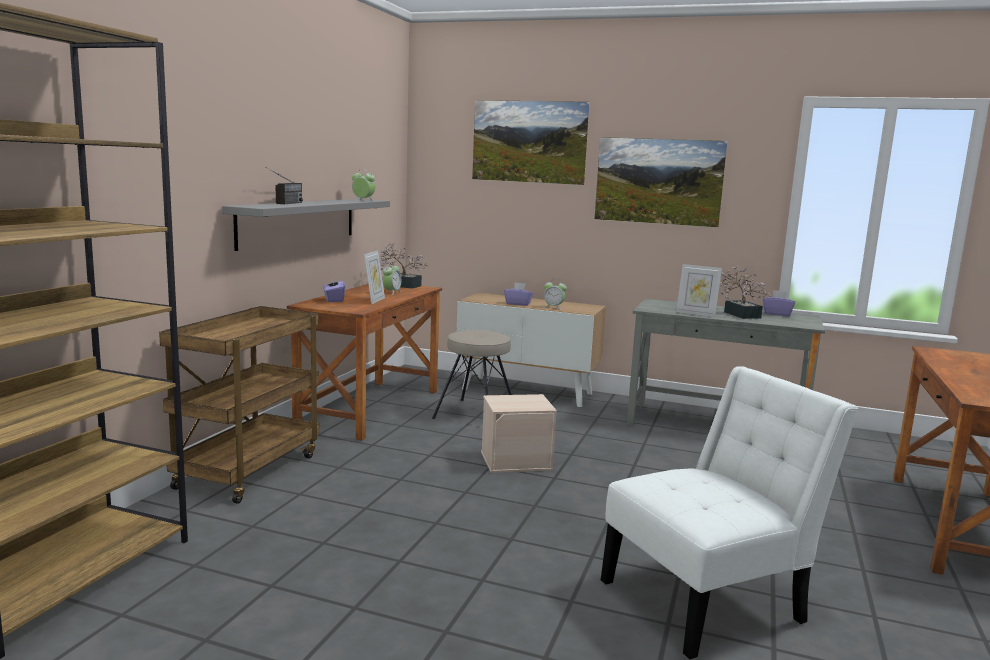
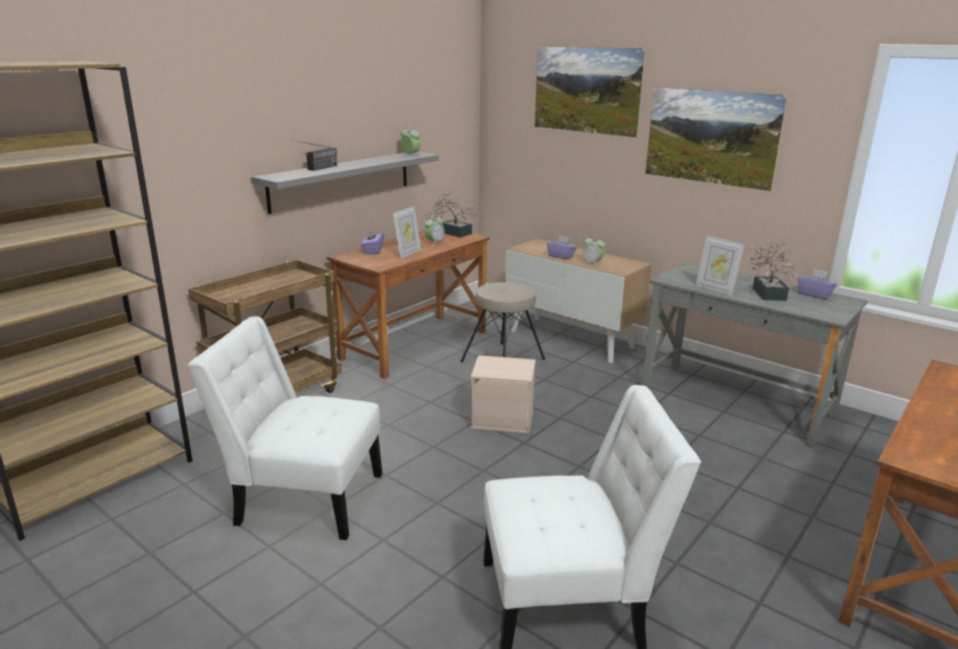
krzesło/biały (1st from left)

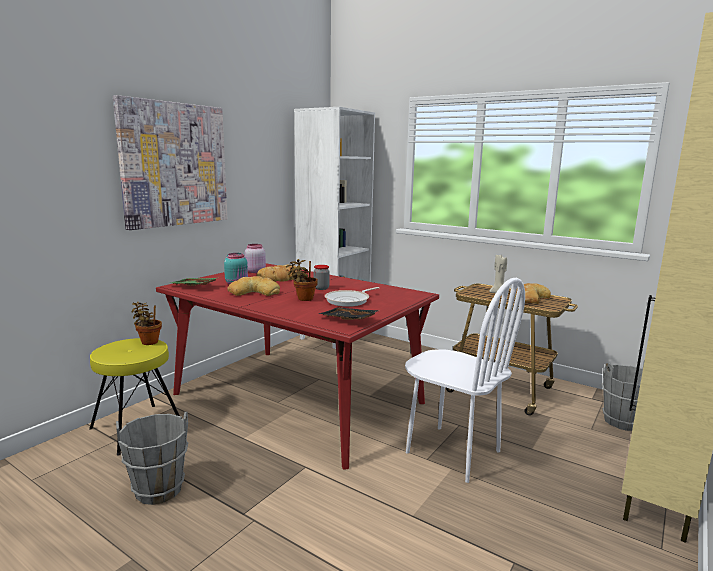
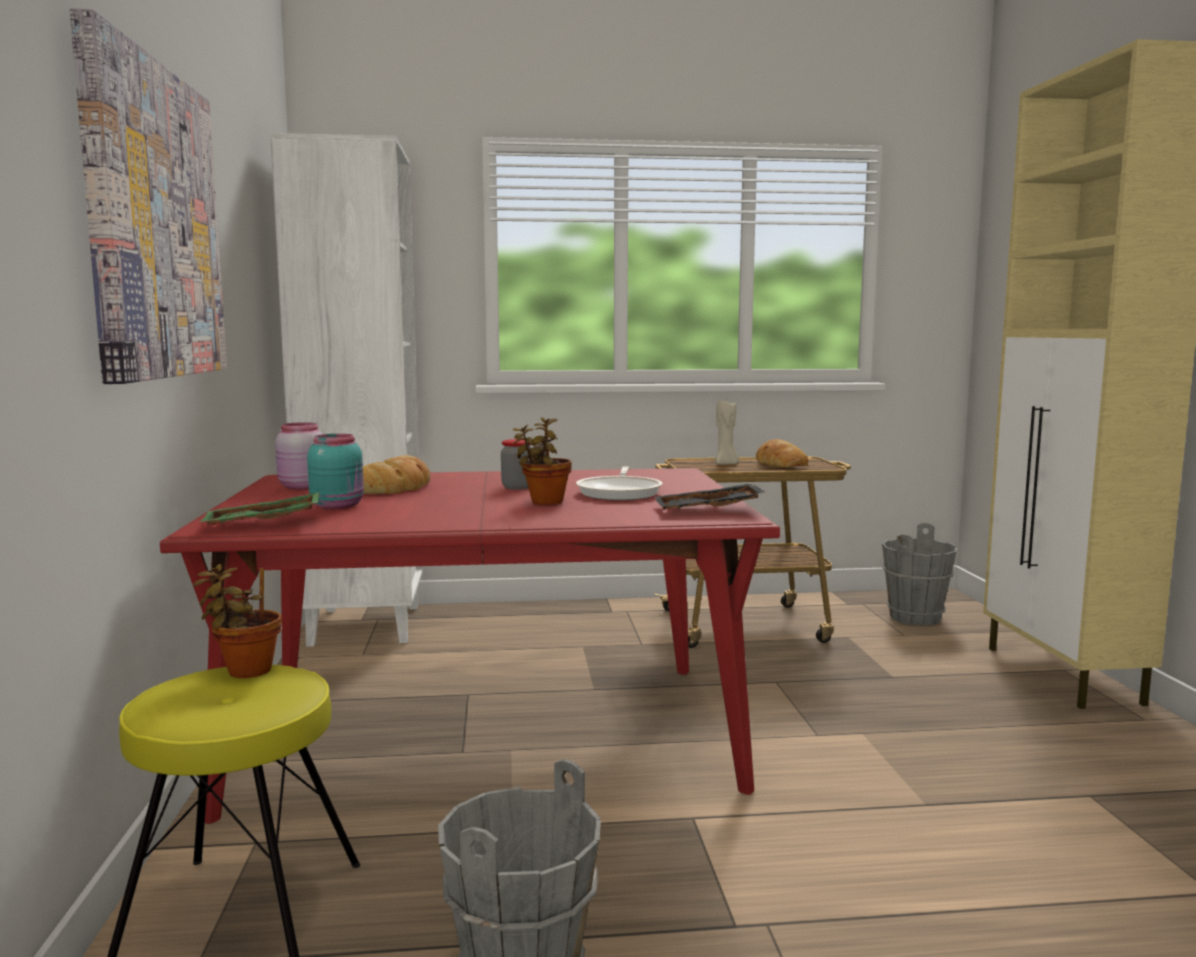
chleb (1st from left in the first image)
krzesło/biały

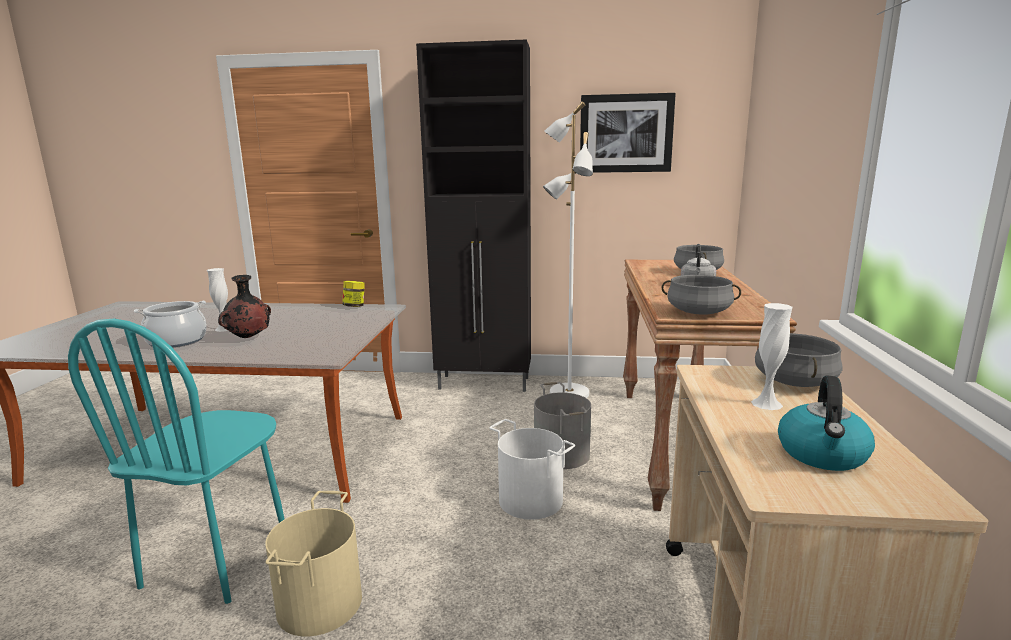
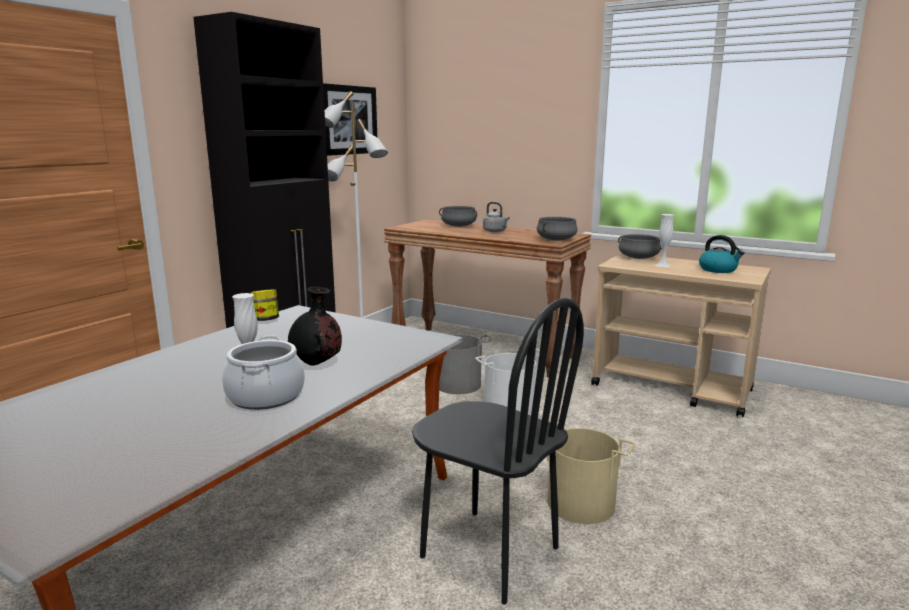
krzesło/czarny

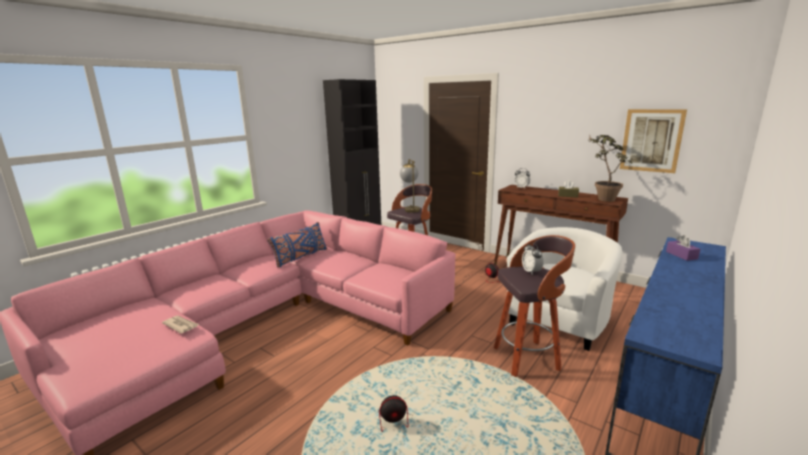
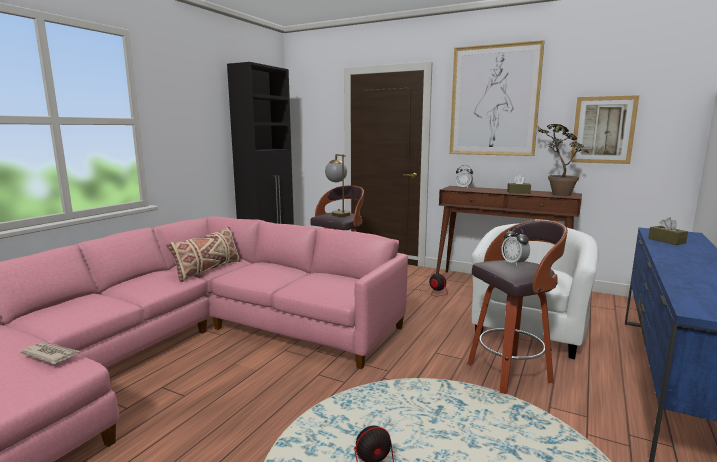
poduszka/beżowy
pudełko chusteczek/brązowy (2nd from left)
obraz (1st from left)

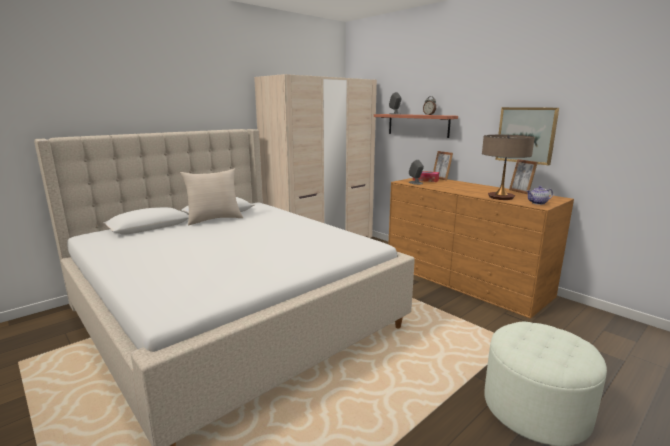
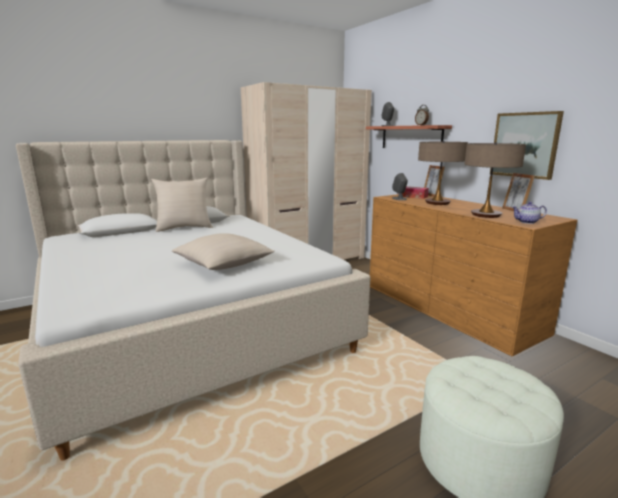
poduszka/beżowy (2nd from left)
lampa stołowa (1st from left)

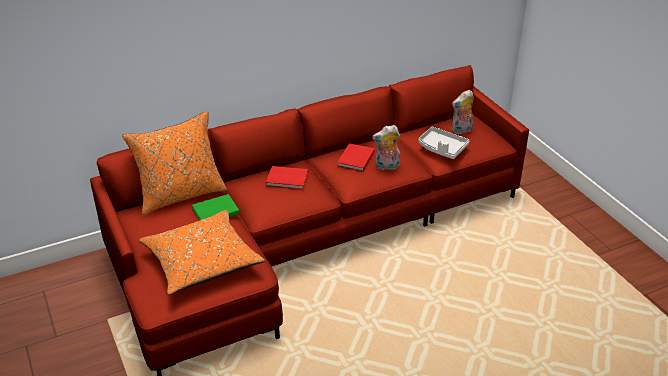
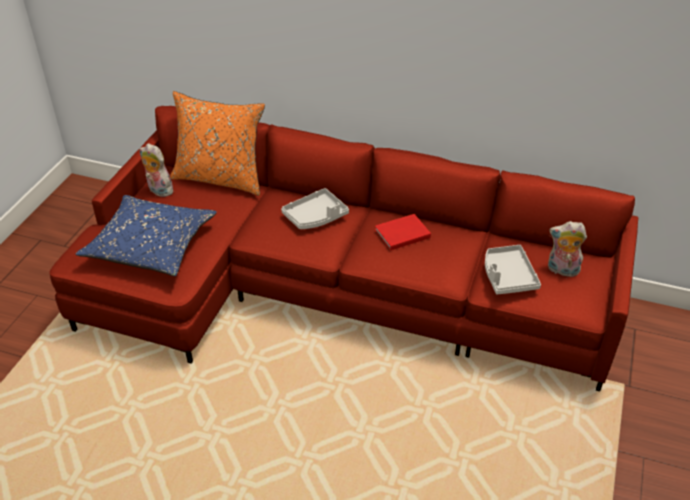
poduszka/niebieski
książka/zielony
taca/szary (1st from left)
pluszak (1st from left)

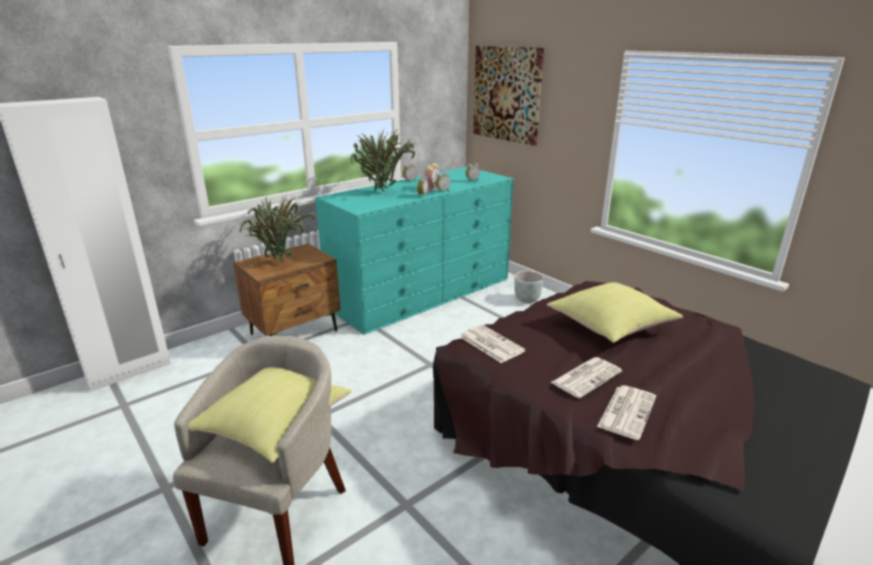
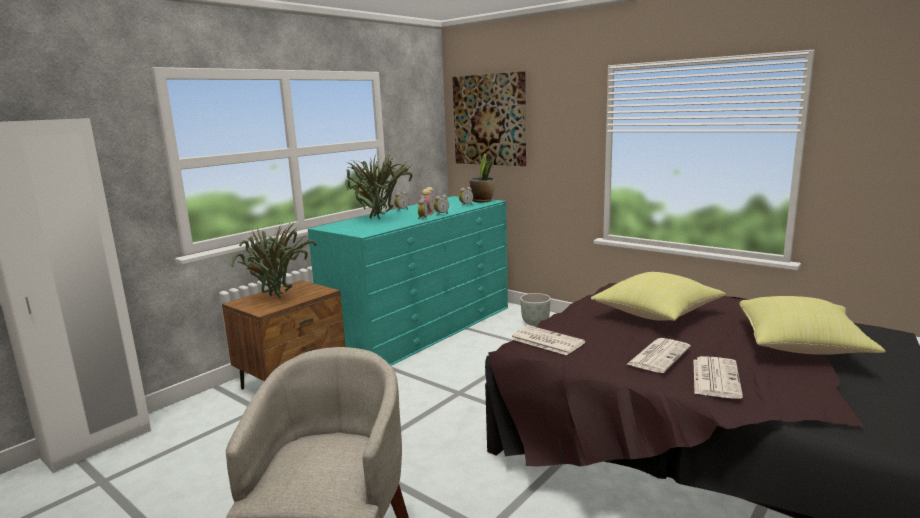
poduszka/żółty (2nd from left)
roślina doniczkowa (3rd from left)

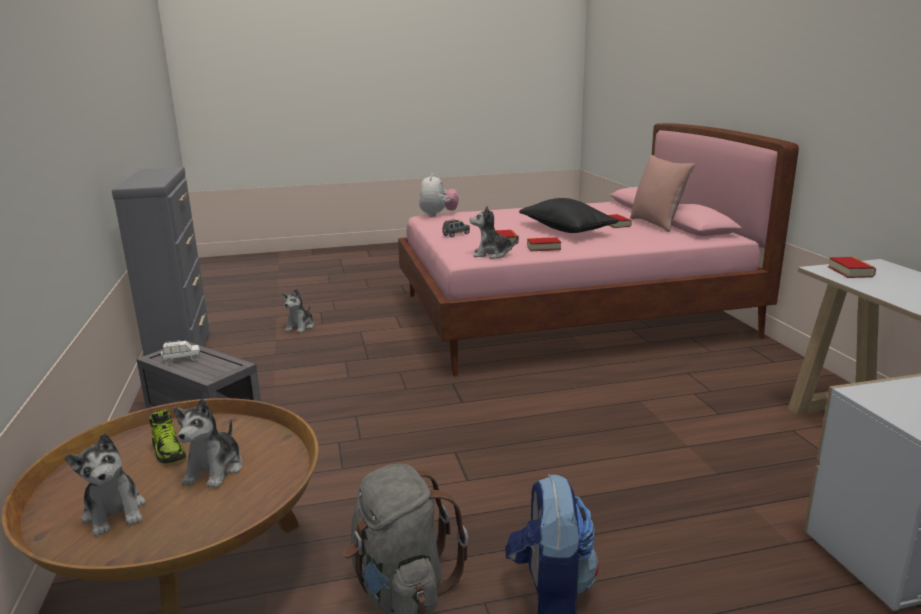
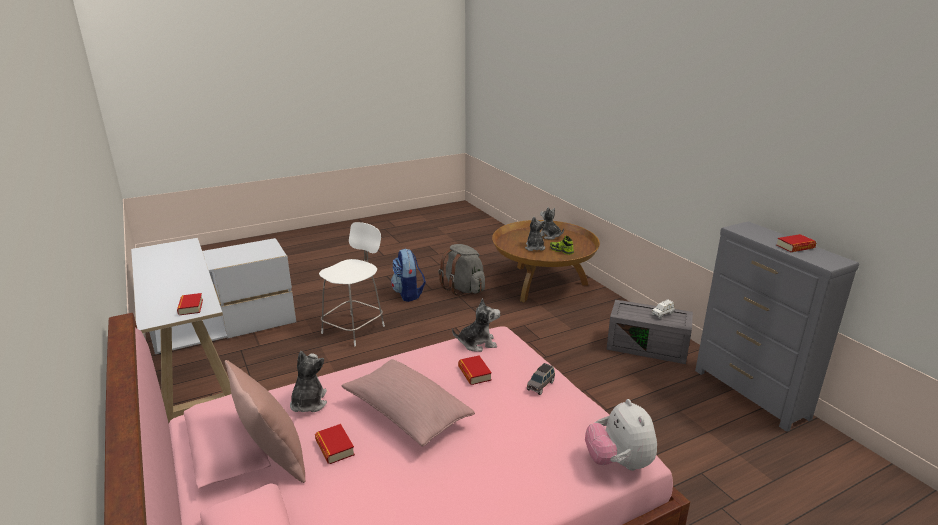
pluszak (1st from left)
poduszka/różowy (2nd from left)
książka (4th from left)
krzesło/biały

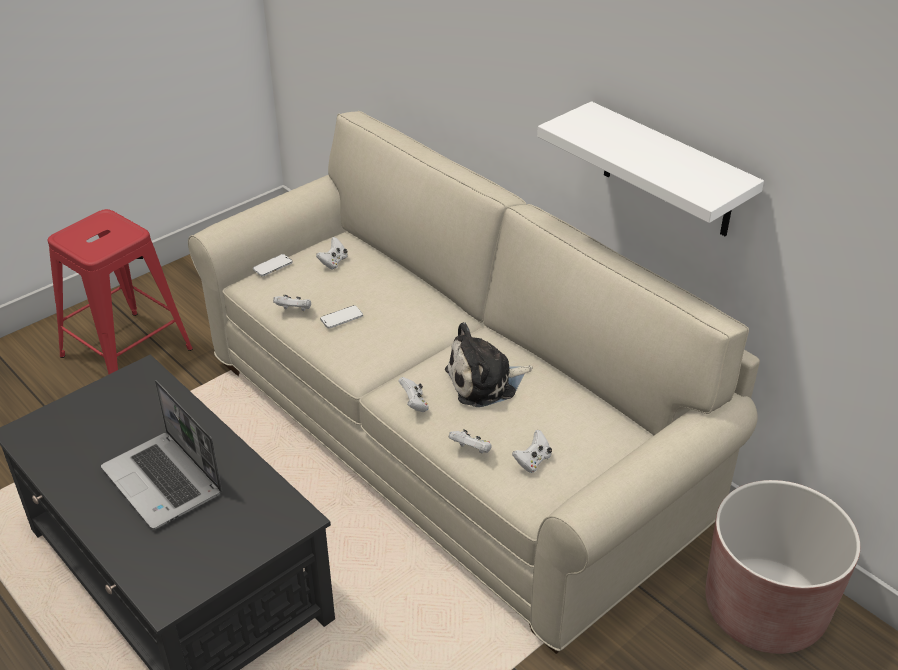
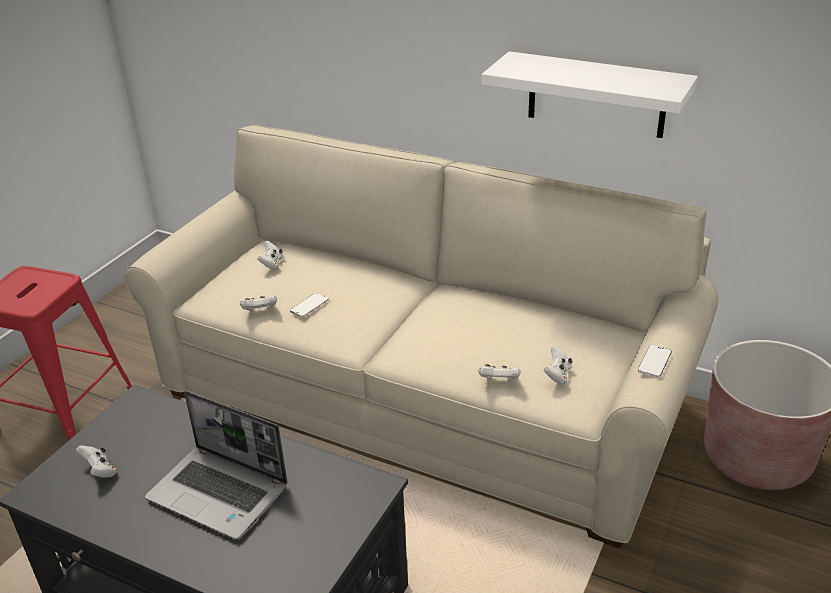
telefon (2nd from left)
pad do gier/biały (1st from left)
pluszak

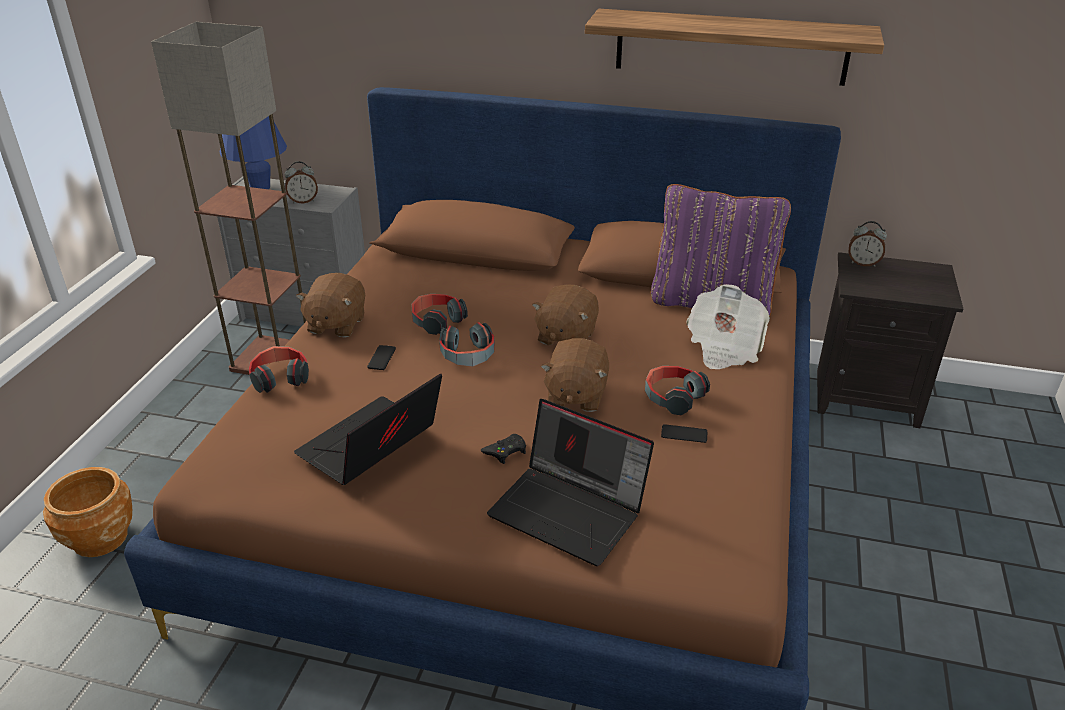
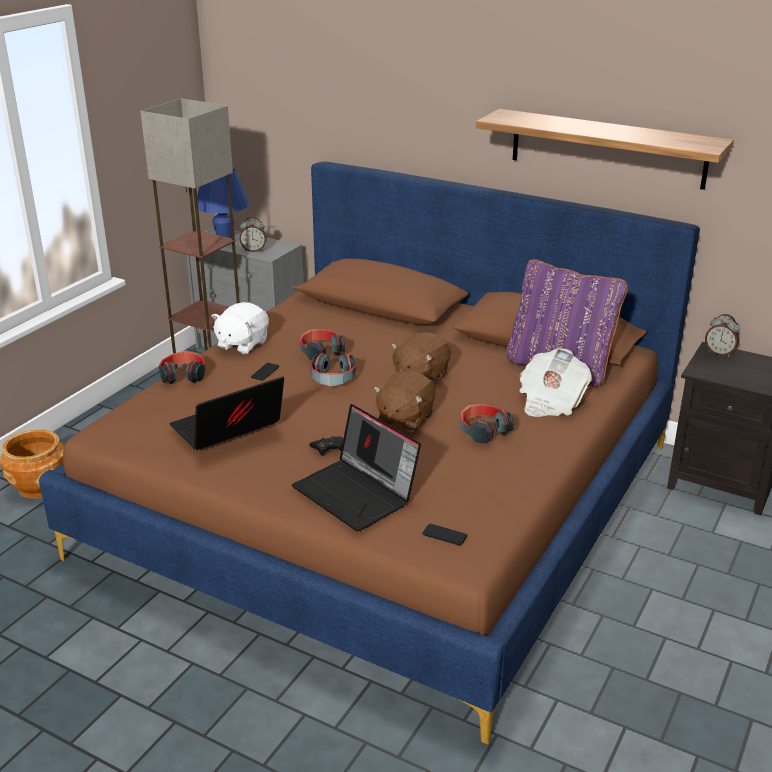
pluszak/biały
telefon (2nd from left)

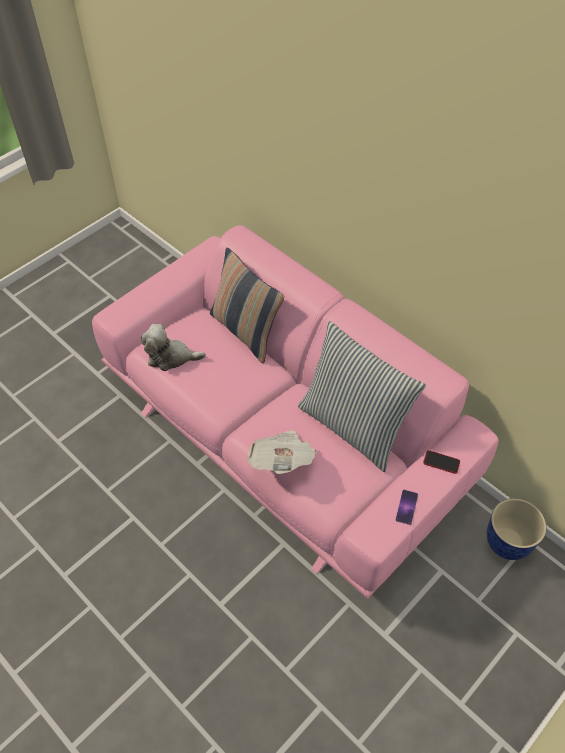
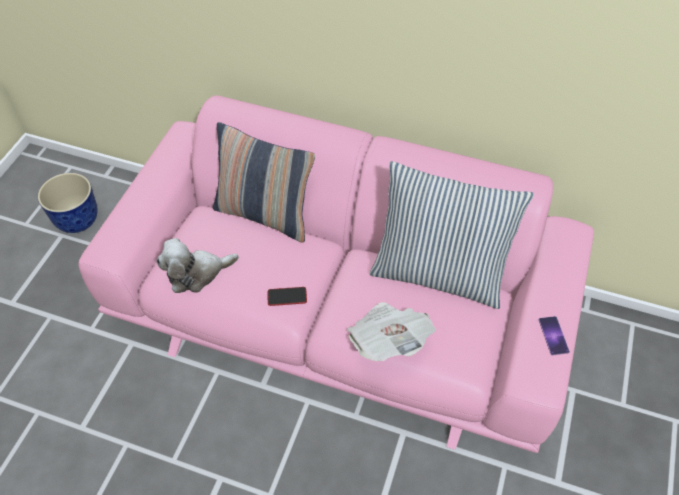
telefon (1st from left)
donica

